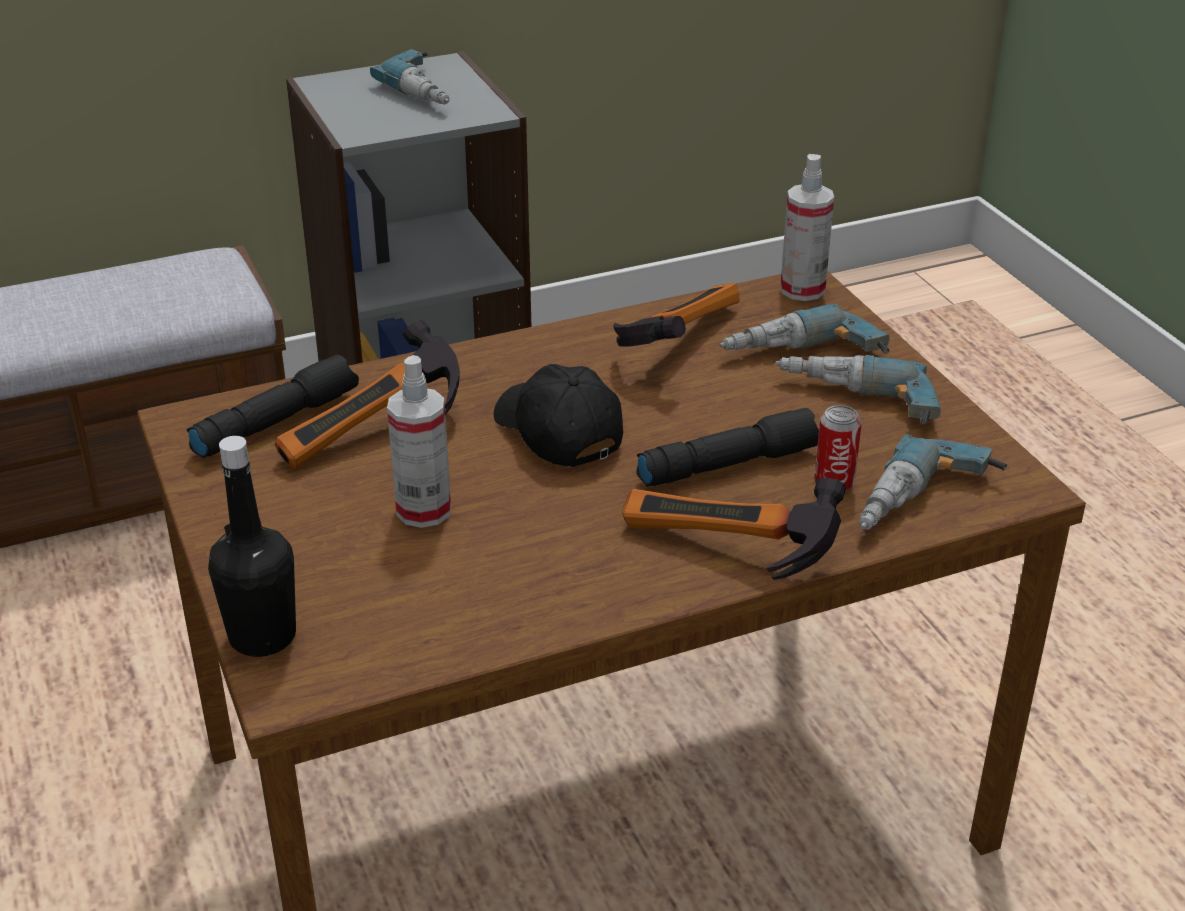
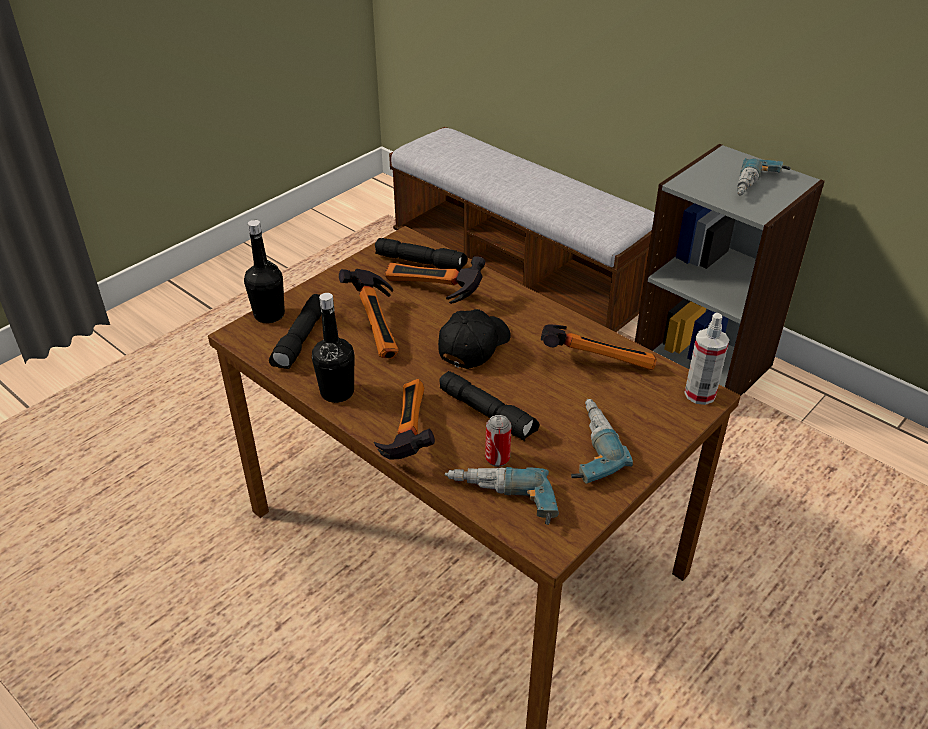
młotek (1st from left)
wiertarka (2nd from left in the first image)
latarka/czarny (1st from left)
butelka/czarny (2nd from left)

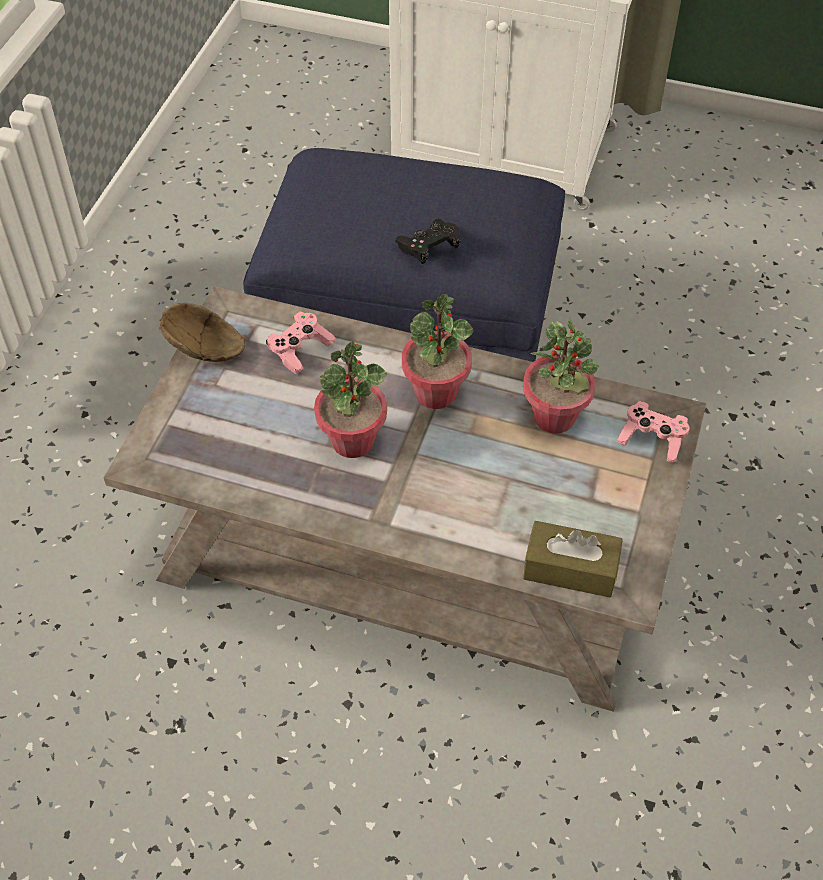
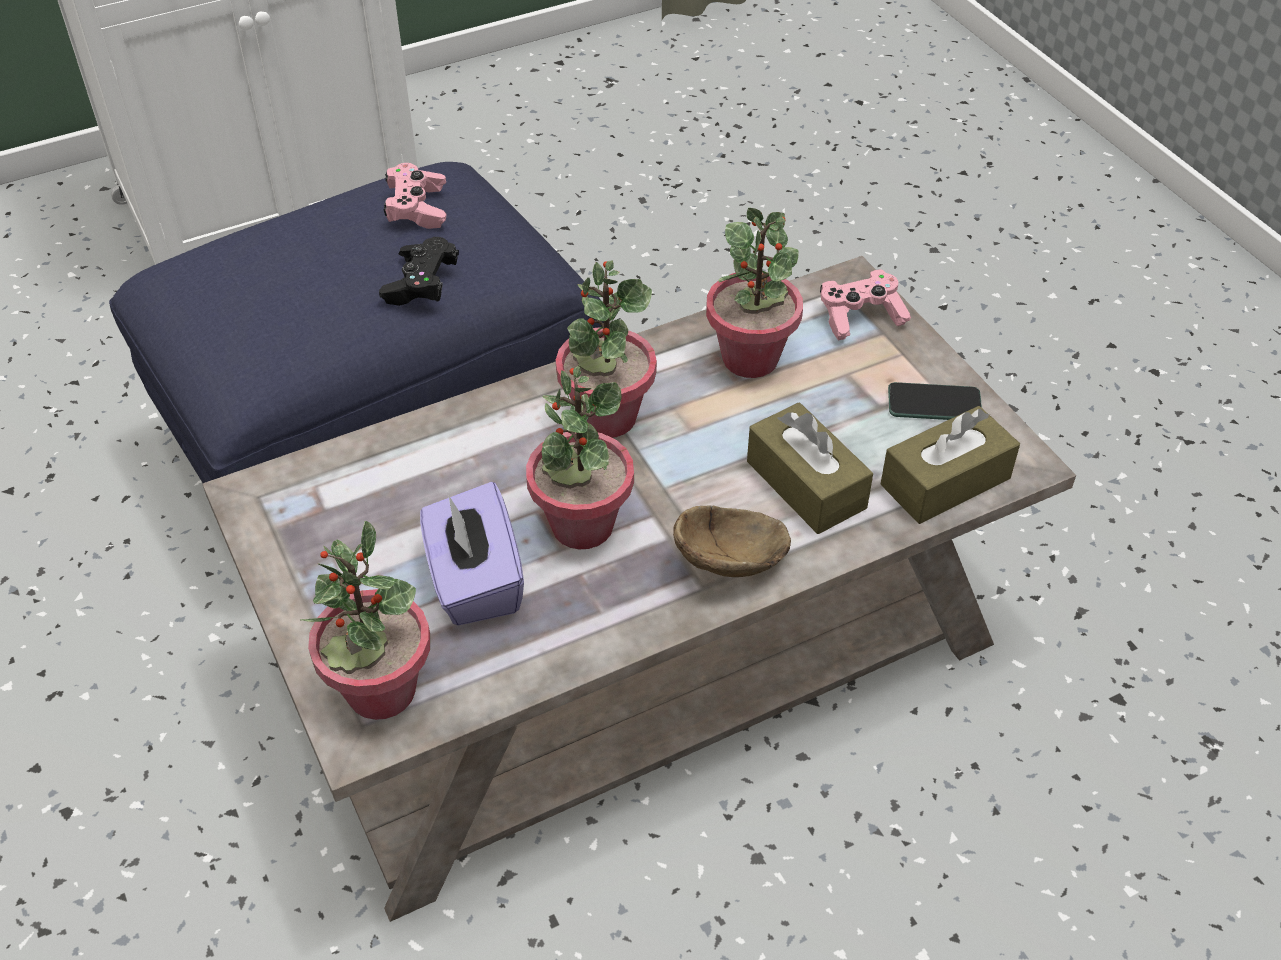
miska/brązowy
pad do gier/różowy (1st from left)
roślina doniczkowa (1st from left)
pudełko chusteczek/fioletowy
pudełko chusteczek/brązowy (1st from left)
telefon

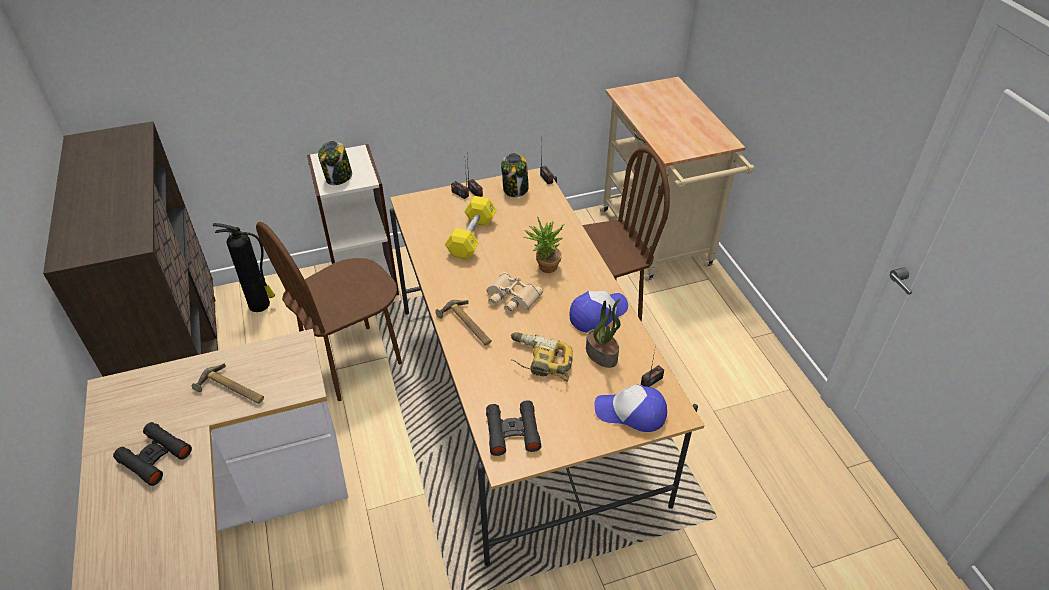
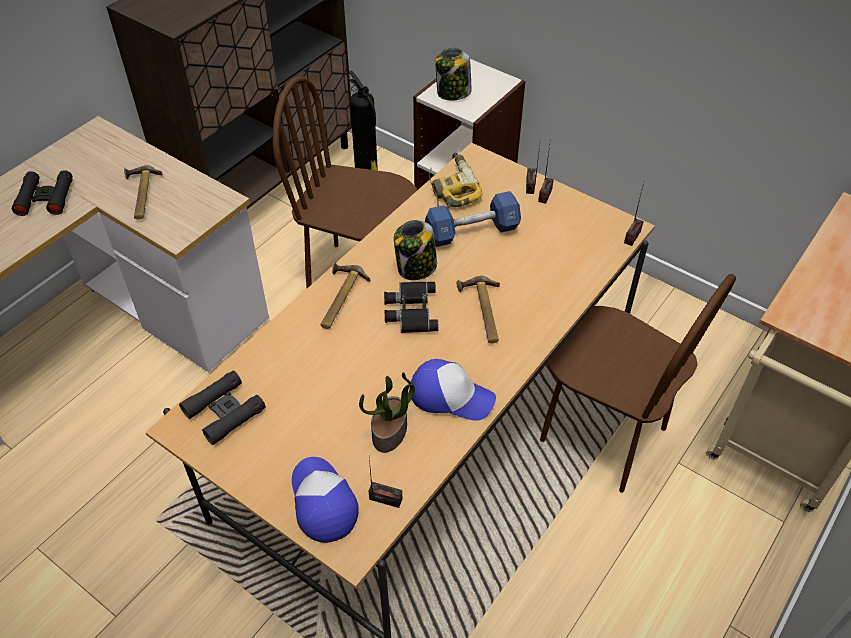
hantel/niebieski
lornetka/czarny (3rd from left)
słoik (1st from left)
wiertarka
młotek (3rd from left)

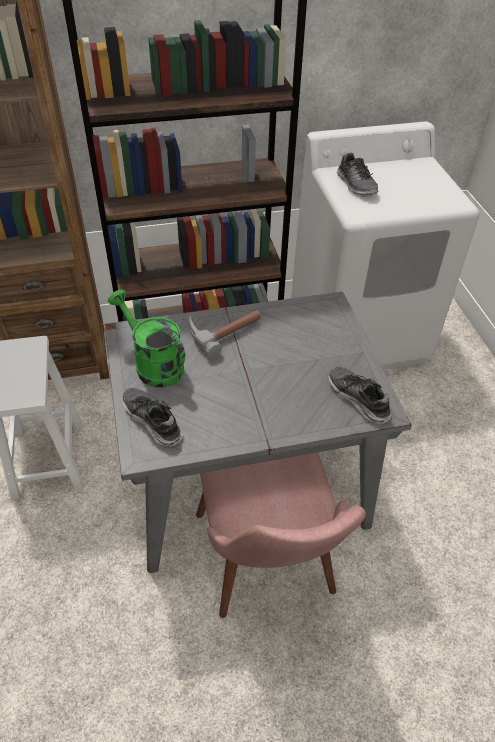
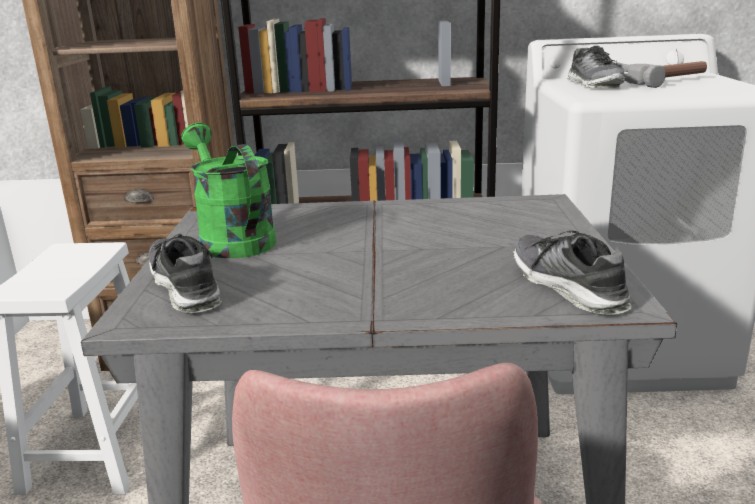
młotek

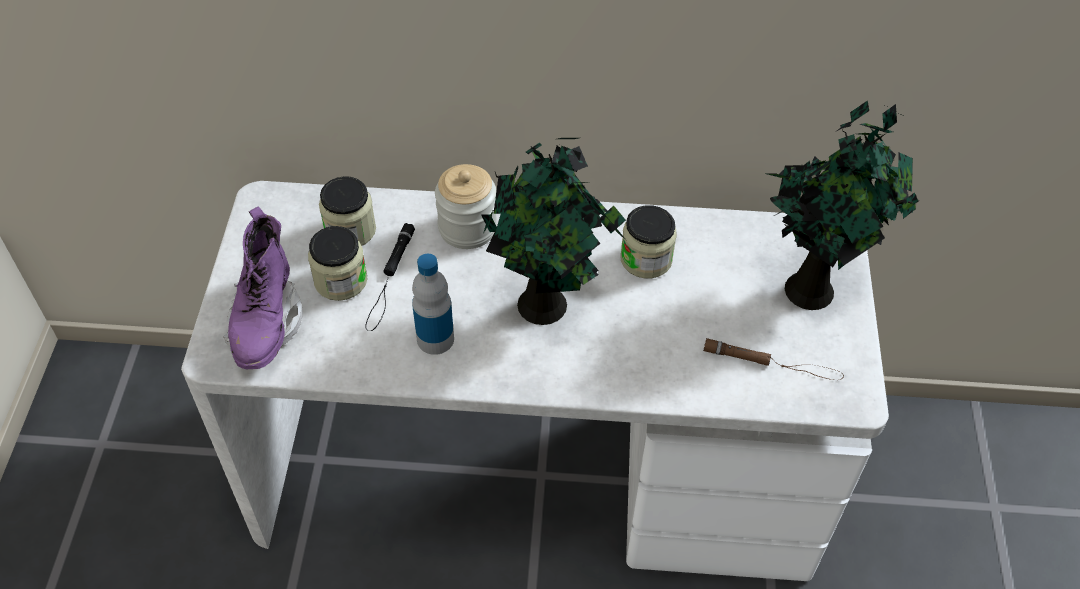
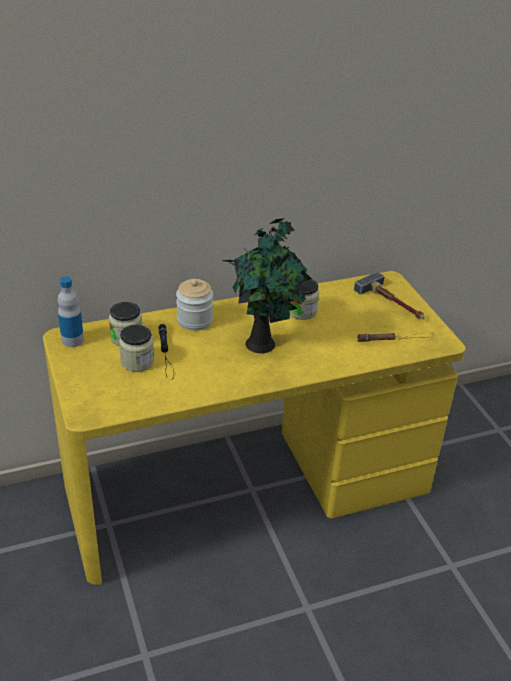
biurko/żółty
but z cholewką/fioletowy
butelka
młotek

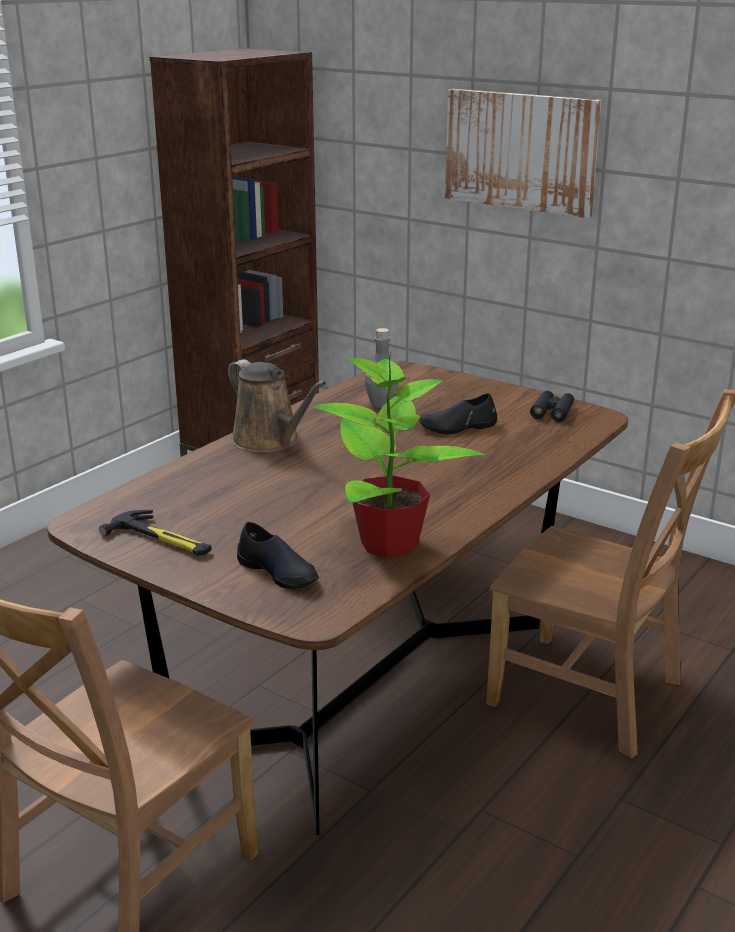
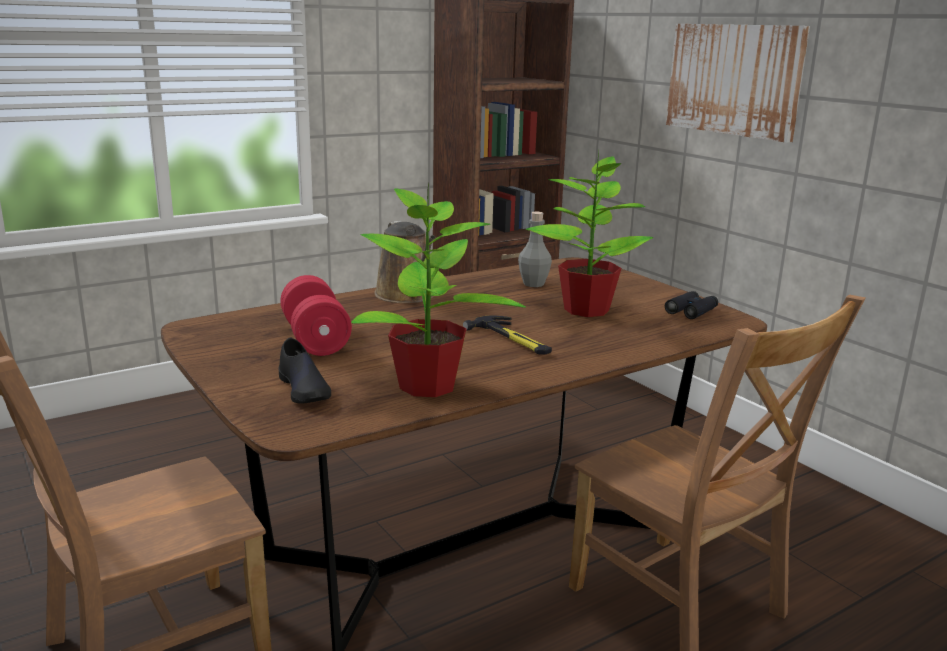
młotek
roślina doniczkowa (2nd from left)
hantel/czerwony

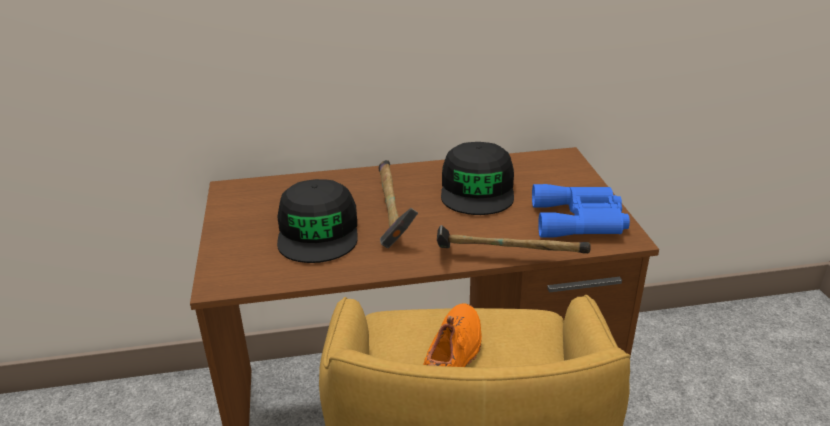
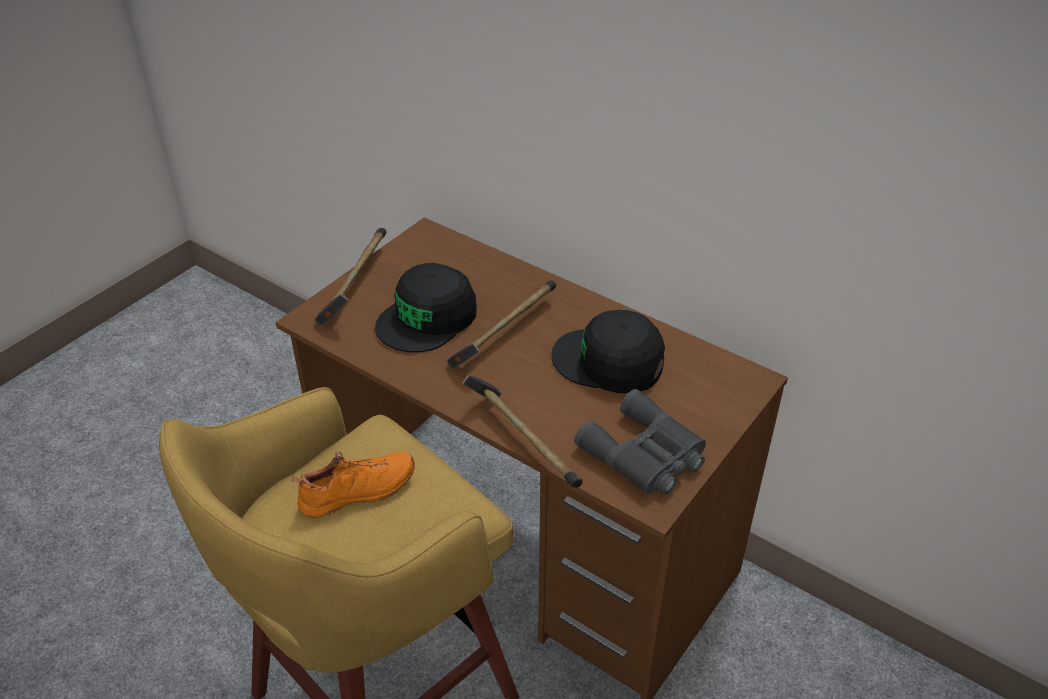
czapka z daszkiem/czarny (2nd from left)
lornetka/szary
młotek (1st from left)

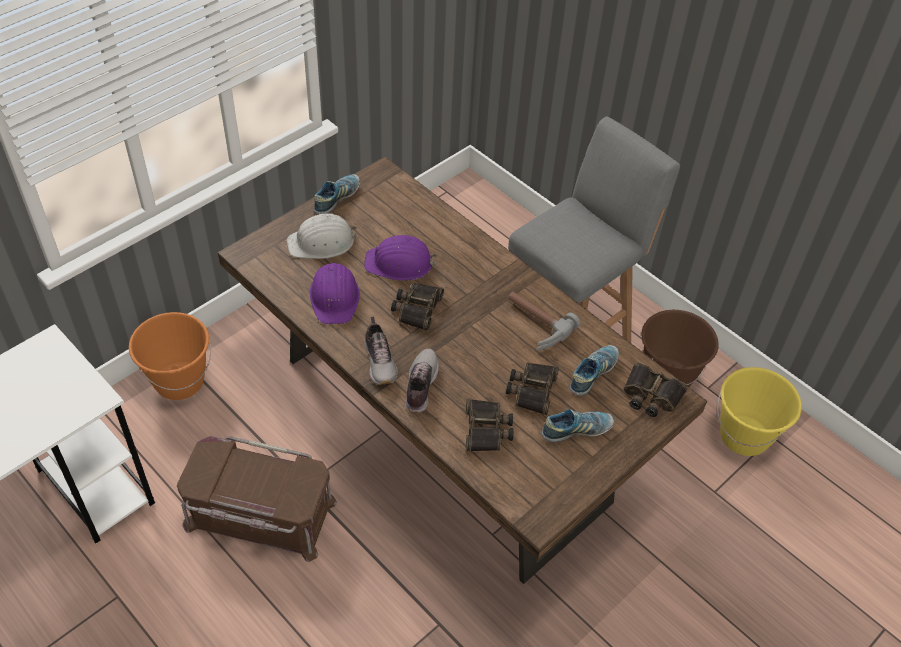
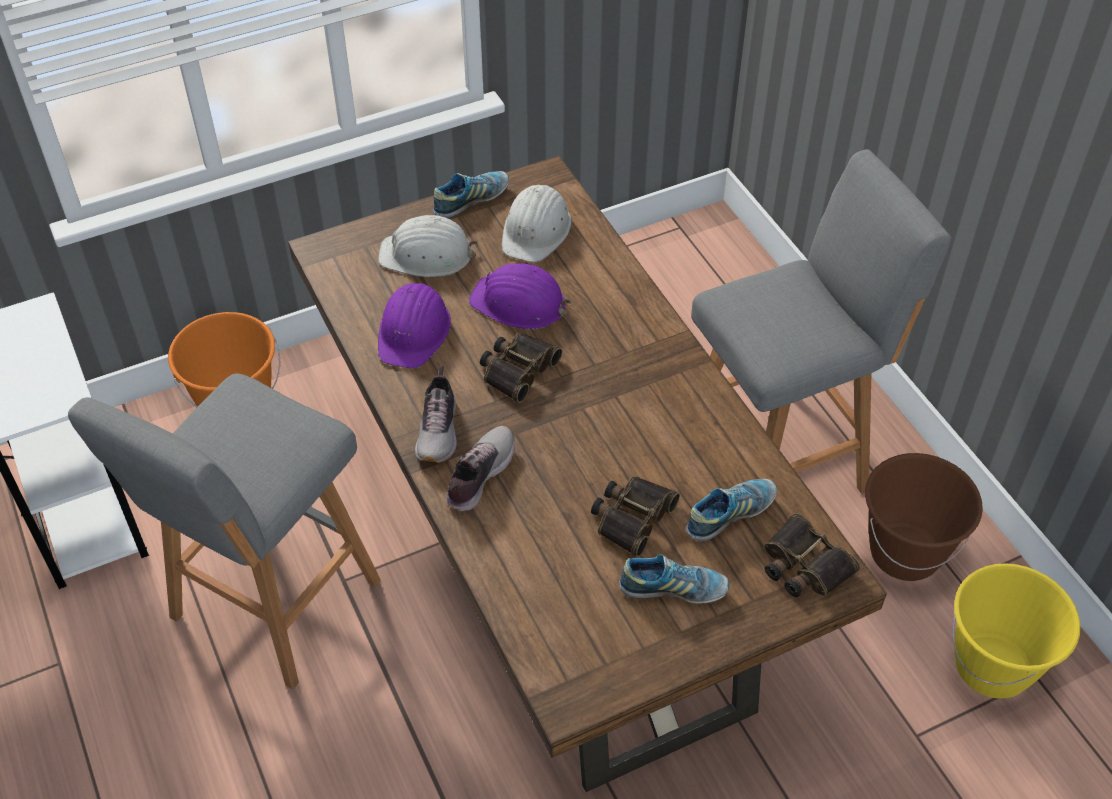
stołek/szary (1st from left)
lornetka (2nd from left in the first image)
młotek
kask/biały (2nd from left)

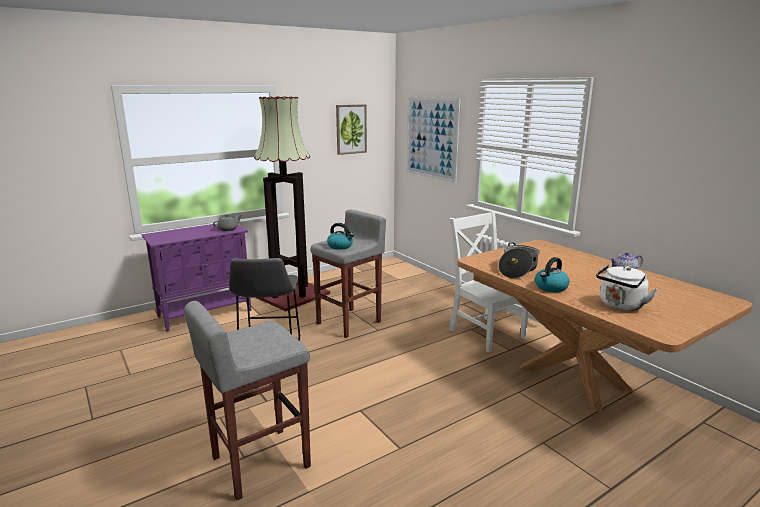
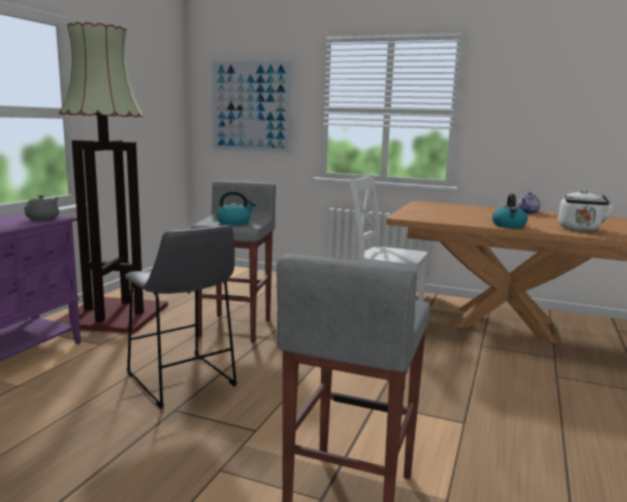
obraz (1st from left in the first image)
garnek

